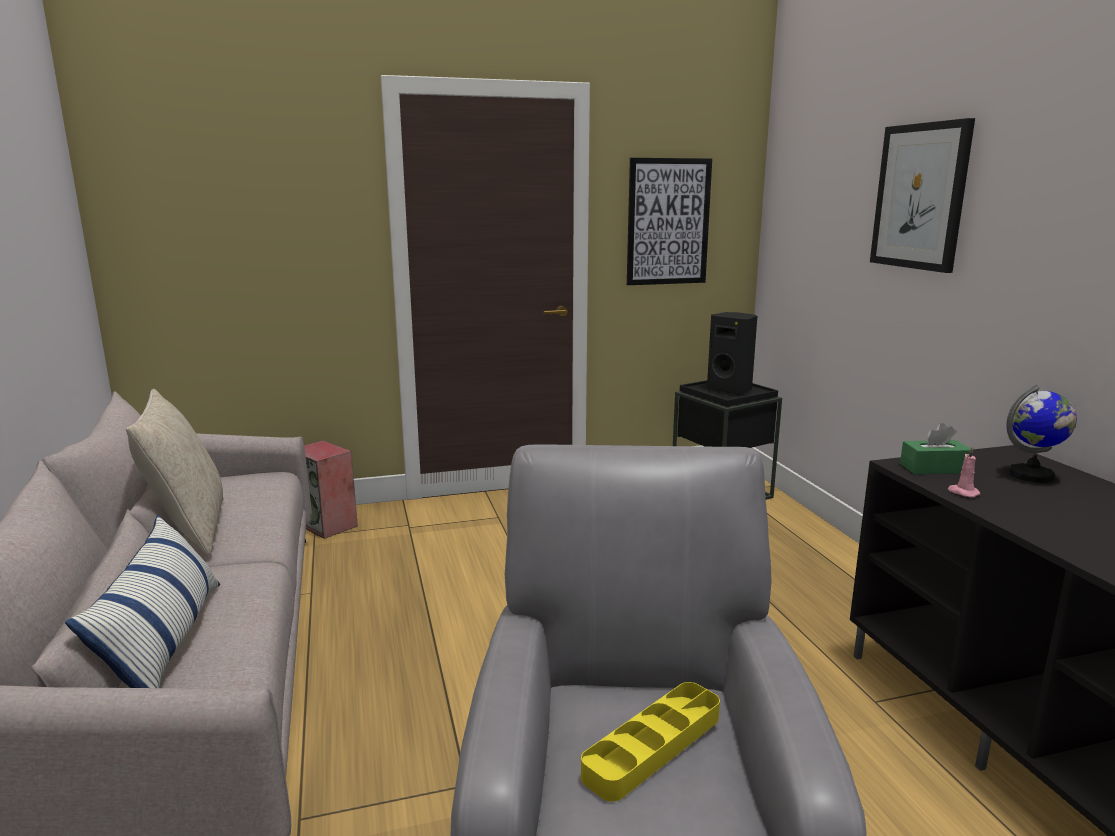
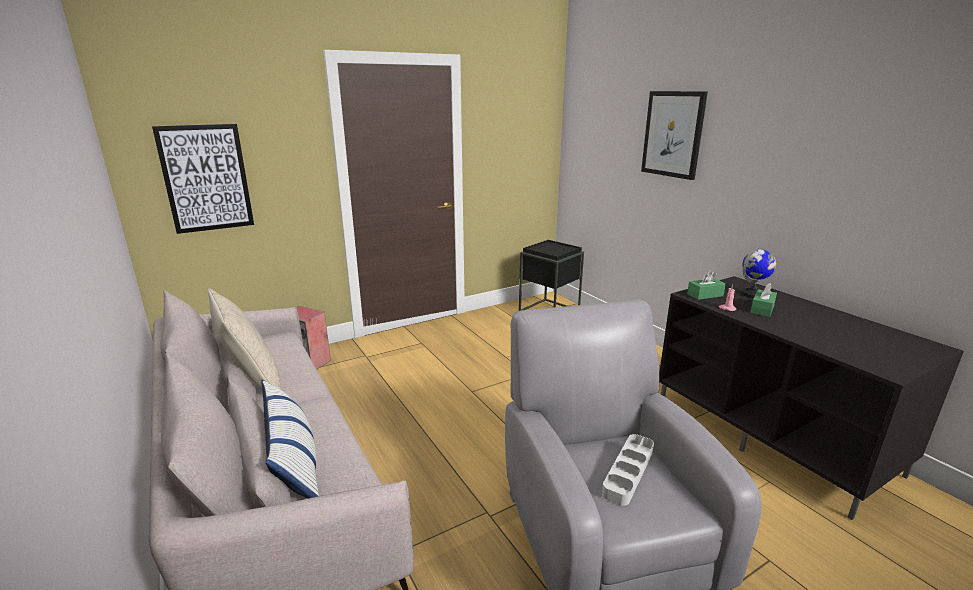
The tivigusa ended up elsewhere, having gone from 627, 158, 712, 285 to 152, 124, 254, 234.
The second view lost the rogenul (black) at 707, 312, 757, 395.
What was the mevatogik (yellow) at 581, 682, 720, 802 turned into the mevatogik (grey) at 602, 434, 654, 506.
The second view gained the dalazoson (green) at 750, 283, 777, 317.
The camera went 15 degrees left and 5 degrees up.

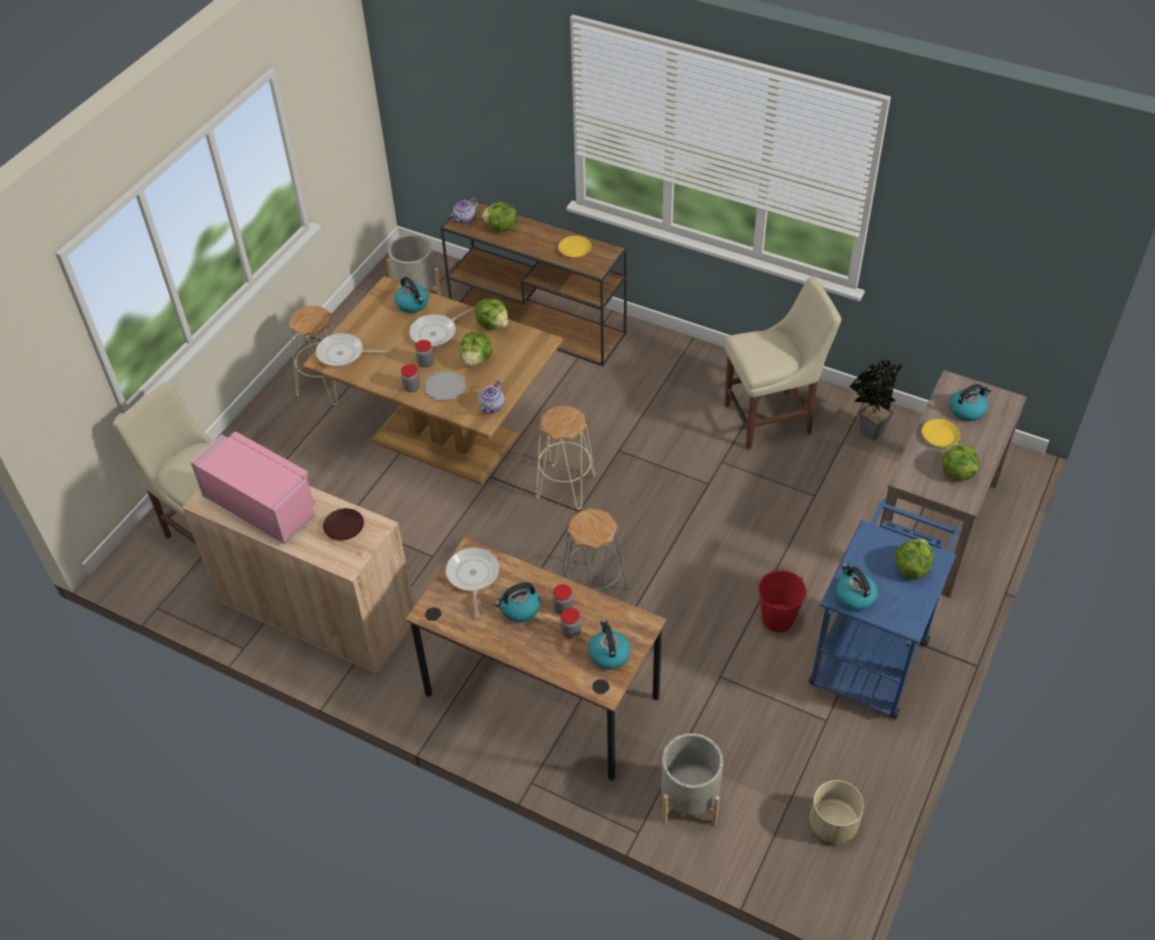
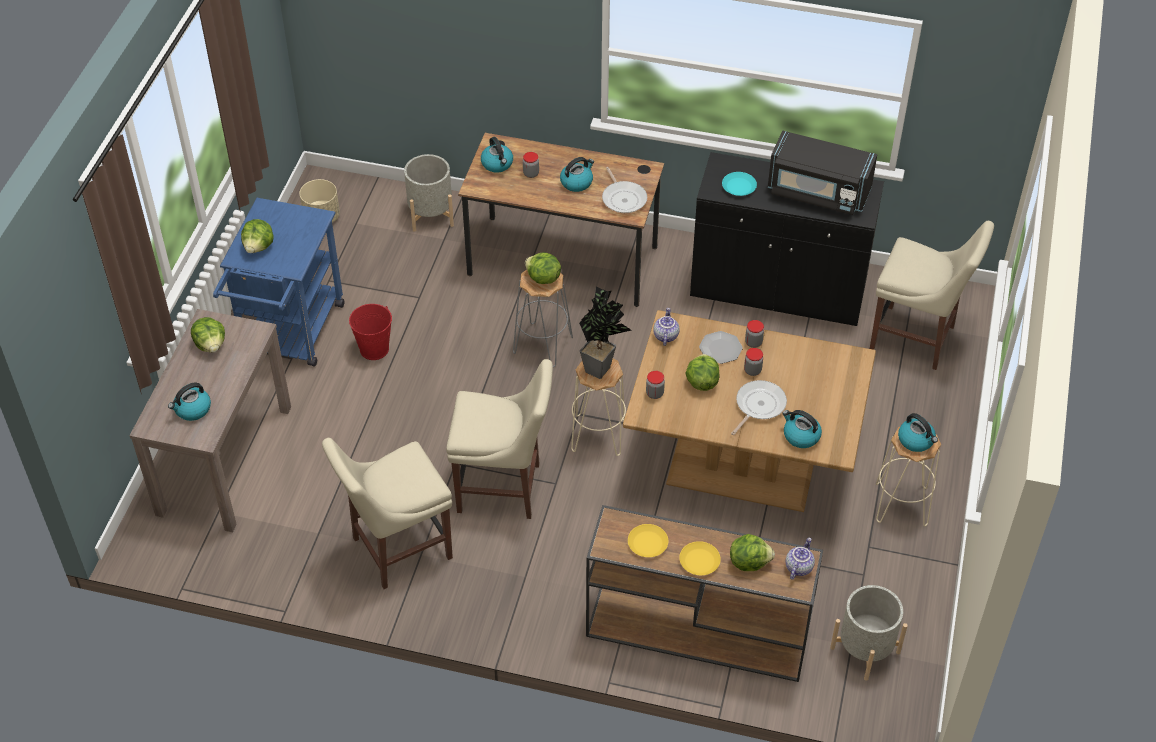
The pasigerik ended up elsewhere, having gone from 475, 298, 508, 330 to 525, 252, 561, 284.
The second view lost the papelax at 316, 333, 389, 367.
The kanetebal ended up elsewhere, having gone from 849, 360, 902, 441 to 579, 287, 632, 379.
The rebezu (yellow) ended up elsewhere, having gone from 921, 419, 960, 447 to 679, 541, 721, 575.
What was the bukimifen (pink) at 190, 431, 316, 544 turned into the bukimifen (black) at 768, 131, 877, 215.
What was the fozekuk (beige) at 182, 486, 415, 675 turned into the fozekuk (black) at 690, 152, 884, 326.
What was the rebezu (brown) at 323, 508, 364, 540 turned into the rebezu (turquoise) at 722, 172, 757, 196.
The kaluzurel ended up elsewhere, having gone from 836, 563, 878, 611 to 898, 413, 938, 452.
The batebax ended up elsewhere, having gone from 553, 584, 573, 615 to 646, 371, 665, 399.
The second view gained the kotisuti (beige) at 446, 359, 553, 519.
The camera went 165 degrees right and 0 degrees up.

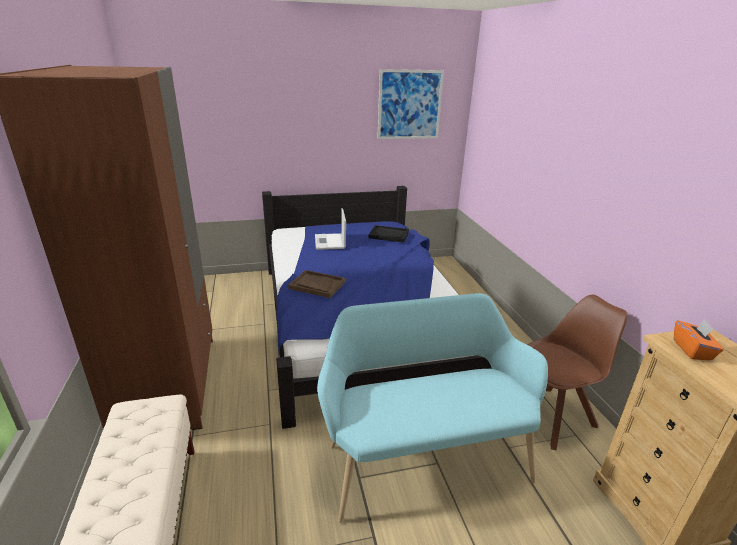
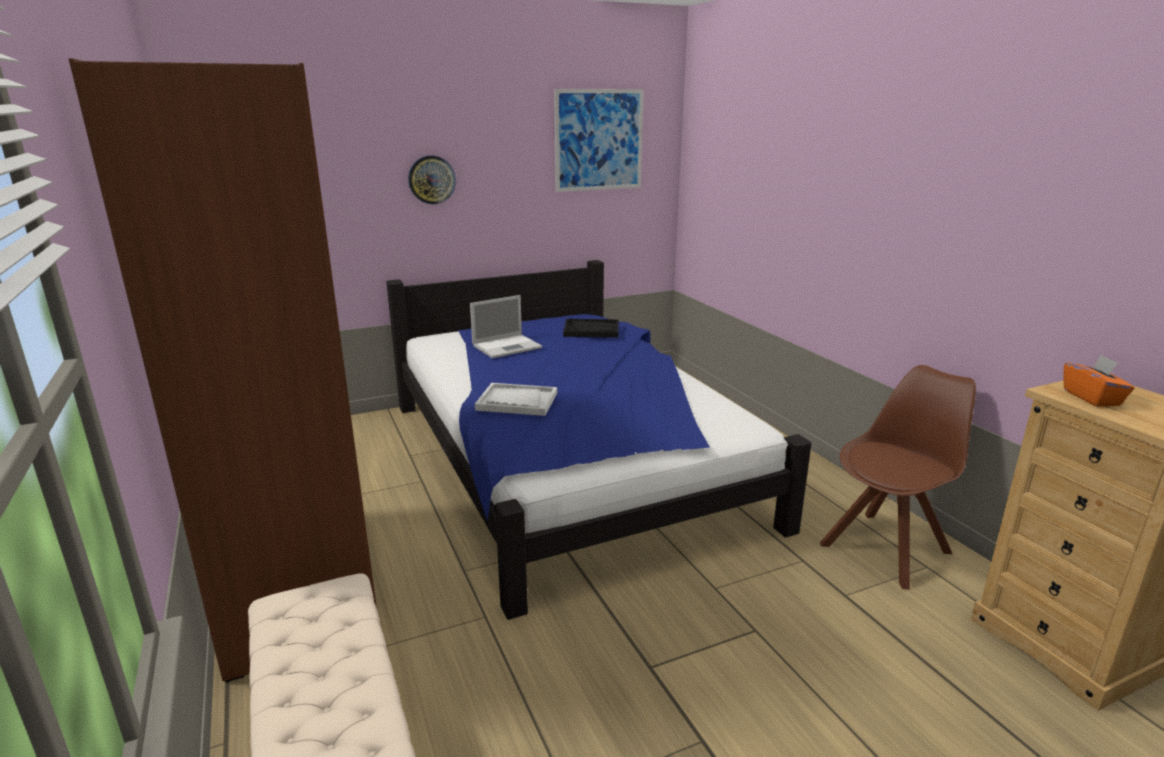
The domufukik at 315, 208, 346, 250 ended up facing another way, 105 degrees counterclockwise from before.
What was the mevatogik (brown) at 288, 270, 345, 298 turned into the mevatogik (white) at 475, 383, 557, 416.
The second view lost the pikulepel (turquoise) at 317, 293, 548, 523.
The second view gained the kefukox at 408, 155, 456, 204.
The camera went 10 degrees left and 5 degrees down.

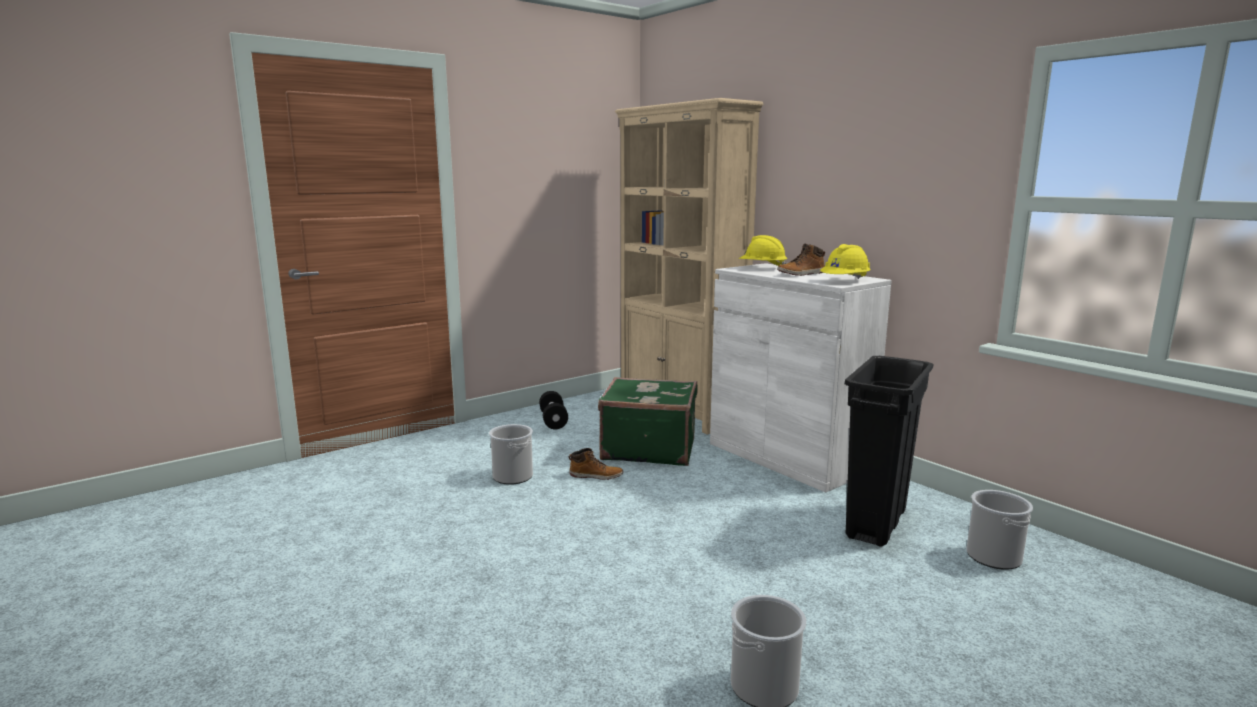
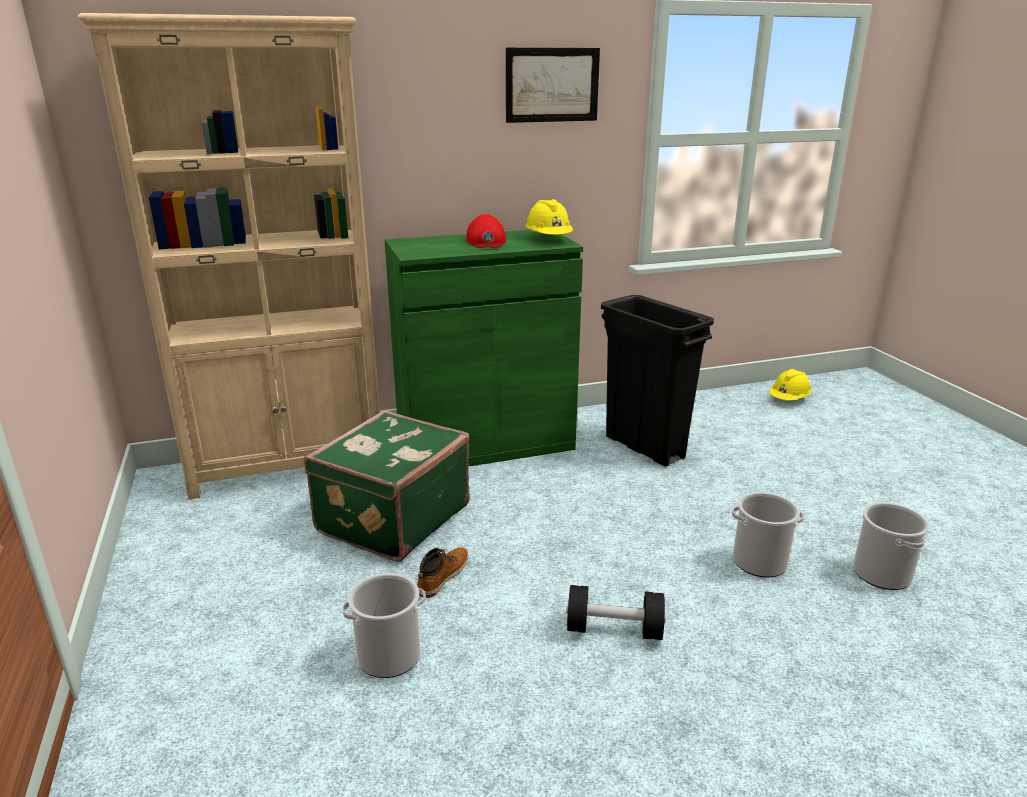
The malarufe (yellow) ended up elsewhere, having gone from 739, 235, 788, 266 to 769, 369, 811, 400.
Where the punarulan stood at 777, 244, 825, 276, the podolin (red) came to stand at 466, 214, 506, 248.
What was the fozekuk (white) at 710, 263, 892, 493 turned into the fozekuk (green) at 385, 230, 583, 466.
The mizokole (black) ended up elsewhere, having gone from 539, 391, 568, 429 to 566, 585, 666, 640.
The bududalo ended up elsewhere, having gone from 967, 490, 1033, 570 to 732, 492, 804, 577.
The second view gained the tivigusa at 506, 48, 600, 123.
The camera went 70 degrees left and 10 degrees up.

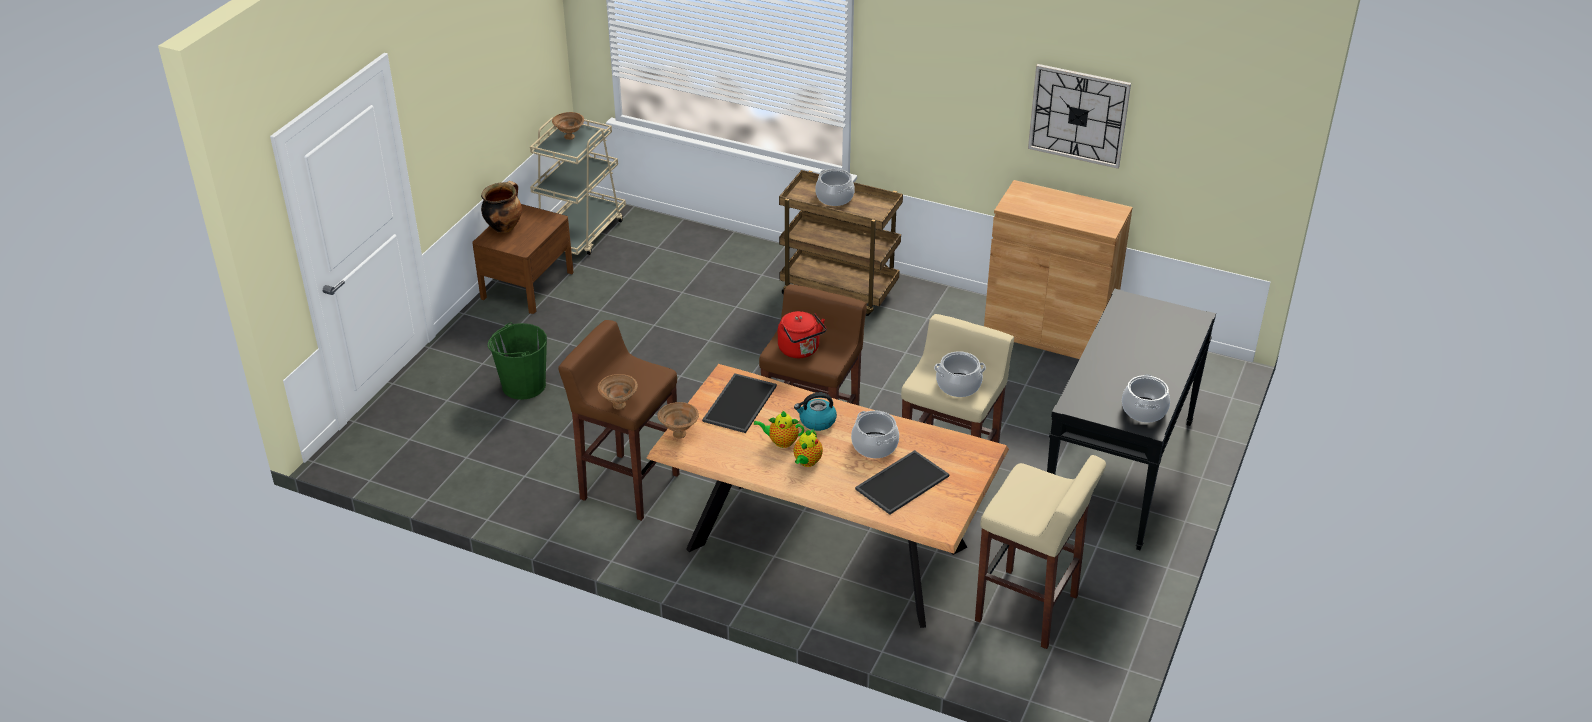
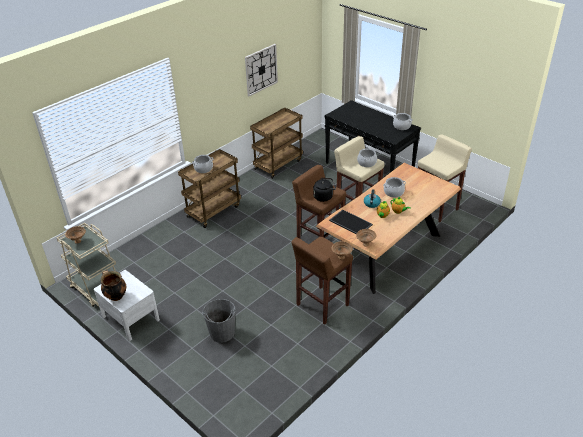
Where the fozekuk (brown) stood at 984, 180, 1133, 359, the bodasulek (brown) came to stand at 250, 108, 303, 179.
What was the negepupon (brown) at 472, 204, 574, 314 turned into the negepupon (white) at 94, 270, 160, 341.
What was the kaluzurel (red) at 778, 311, 826, 358 turned into the kaluzurel (black) at 313, 178, 336, 202.
What was the bududalo (green) at 488, 323, 547, 400 turned into the bududalo (grey) at 203, 299, 235, 343.
The second view lost the mevatogik at 855, 450, 949, 515.
The camera went 70 degrees left and 0 degrees up.

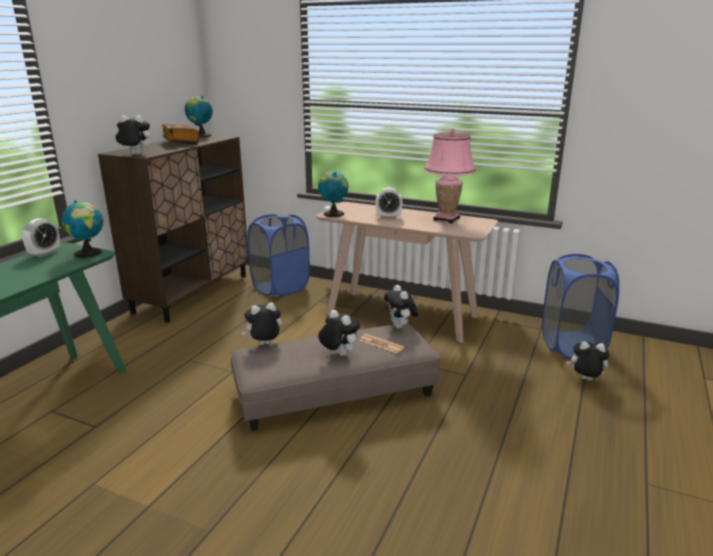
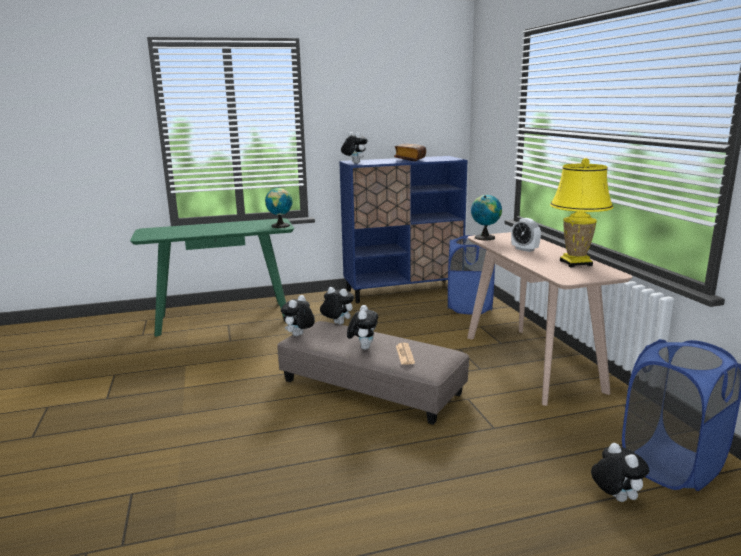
The second view lost the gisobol at 185, 96, 213, 137.
What was the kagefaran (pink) at 424, 128, 476, 223 turned into the kagefaran (yellow) at 550, 158, 614, 267.
What was the fozekuk (brown) at 98, 135, 249, 323 turned into the fozekuk (blue) at 339, 156, 468, 303.
The second view lost the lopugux at 22, 218, 60, 257.
The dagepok ended up elsewhere, having gone from 384, 285, 419, 329 to 281, 295, 315, 337.
The camera went 50 degrees right and 5 degrees down.

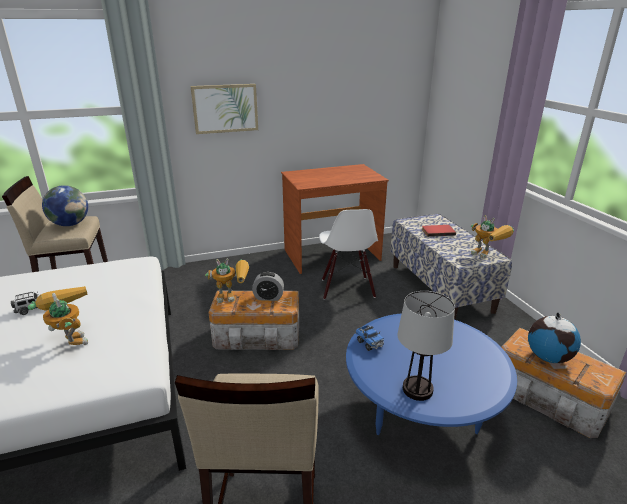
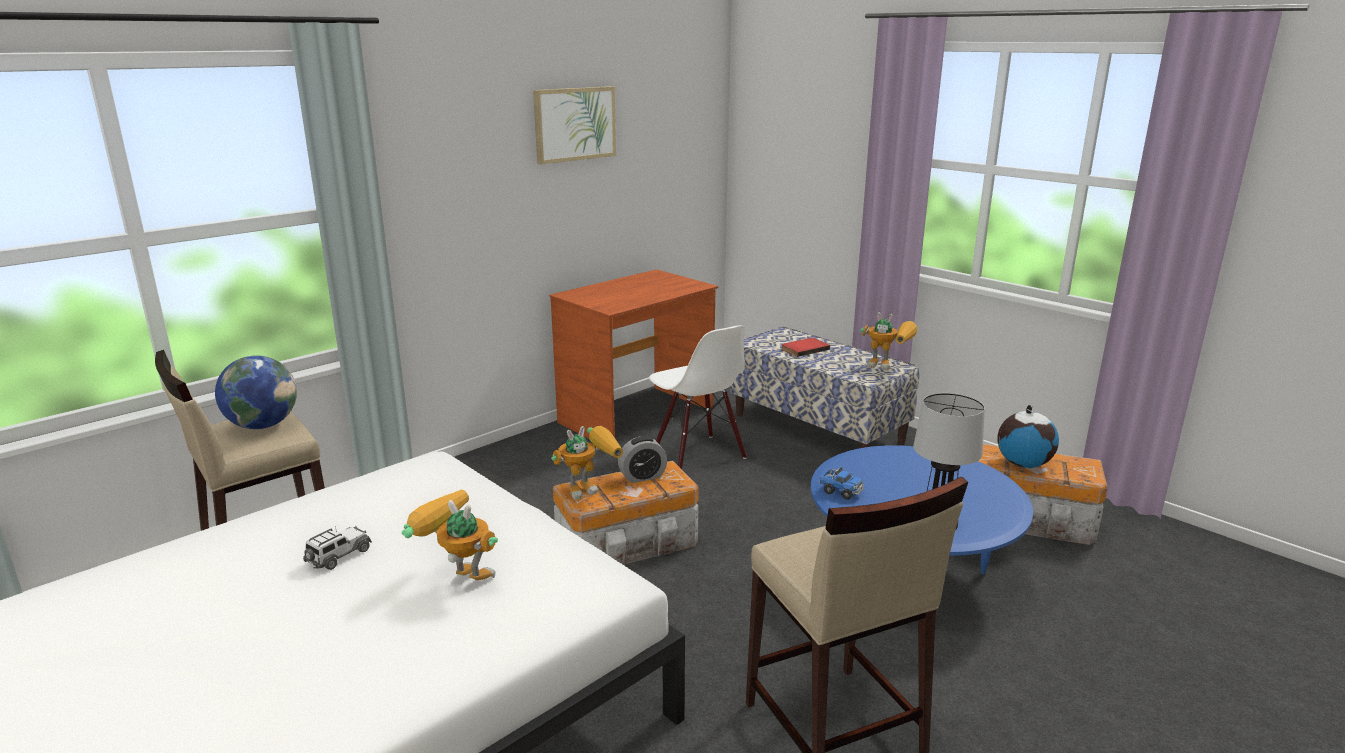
The tivigusa ended up elsewhere, having gone from 191, 84, 258, 134 to 533, 86, 616, 165.
The camera went 25 degrees left and 5 degrees down.

